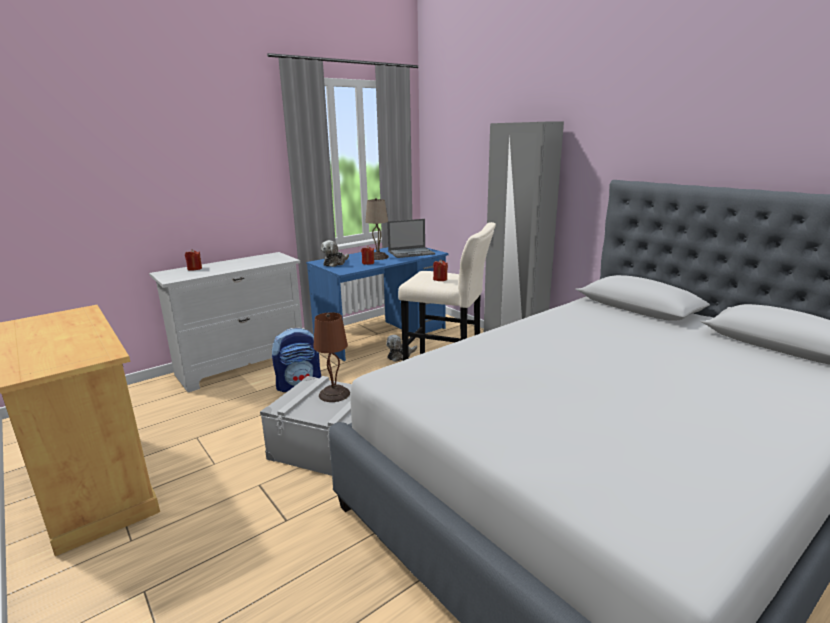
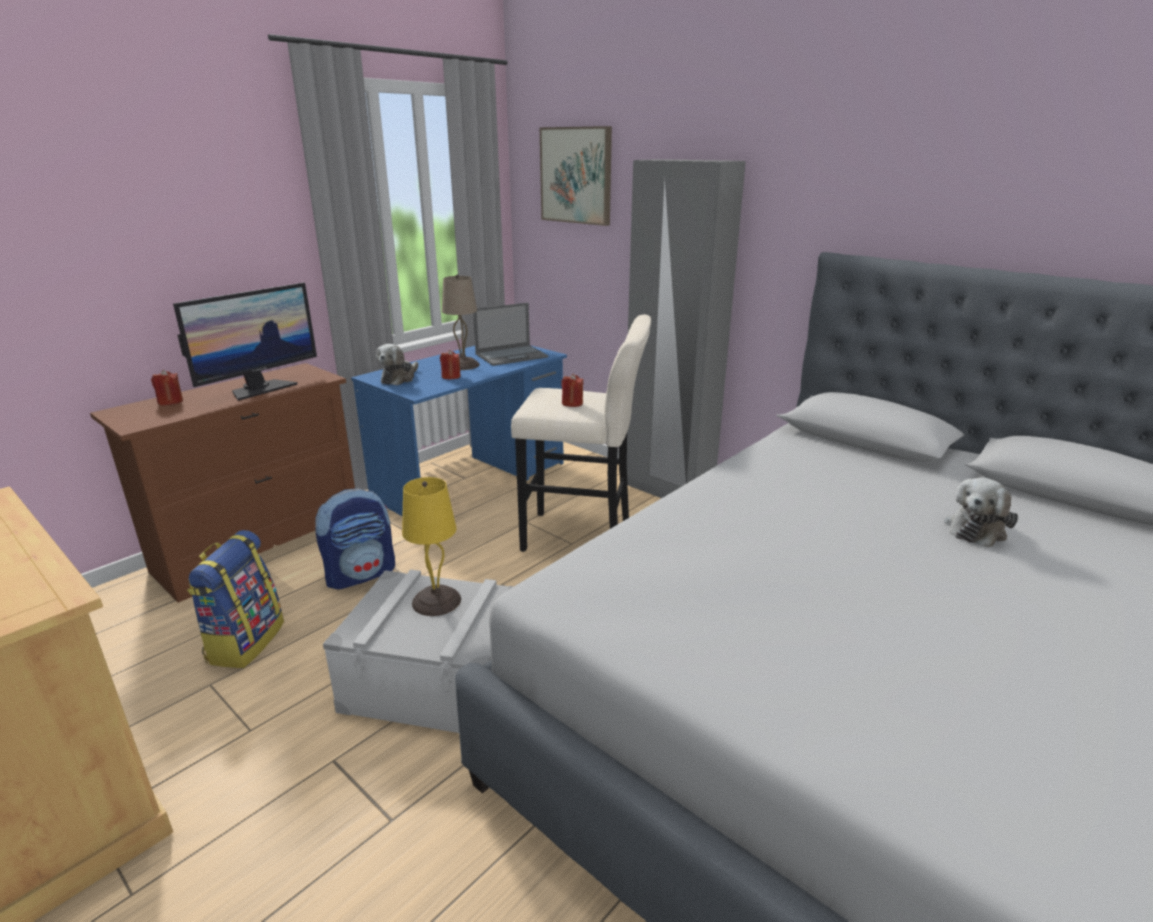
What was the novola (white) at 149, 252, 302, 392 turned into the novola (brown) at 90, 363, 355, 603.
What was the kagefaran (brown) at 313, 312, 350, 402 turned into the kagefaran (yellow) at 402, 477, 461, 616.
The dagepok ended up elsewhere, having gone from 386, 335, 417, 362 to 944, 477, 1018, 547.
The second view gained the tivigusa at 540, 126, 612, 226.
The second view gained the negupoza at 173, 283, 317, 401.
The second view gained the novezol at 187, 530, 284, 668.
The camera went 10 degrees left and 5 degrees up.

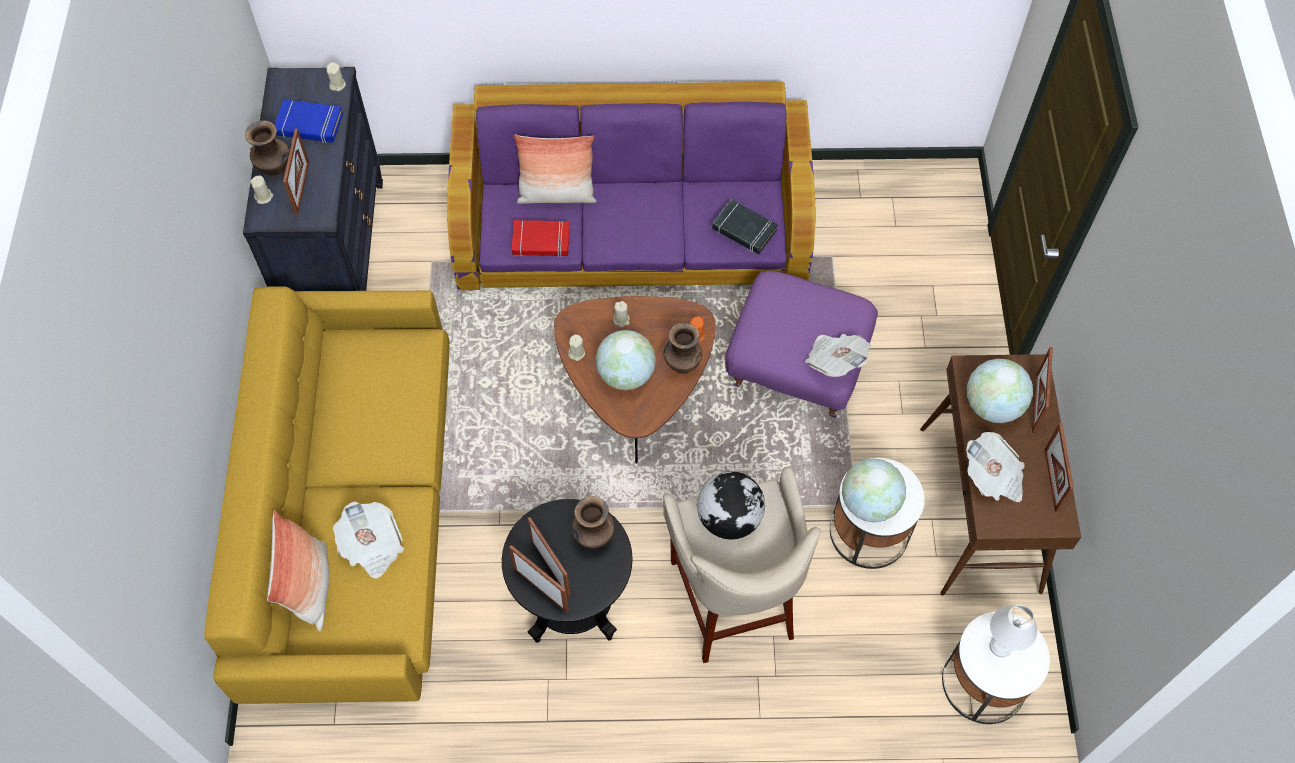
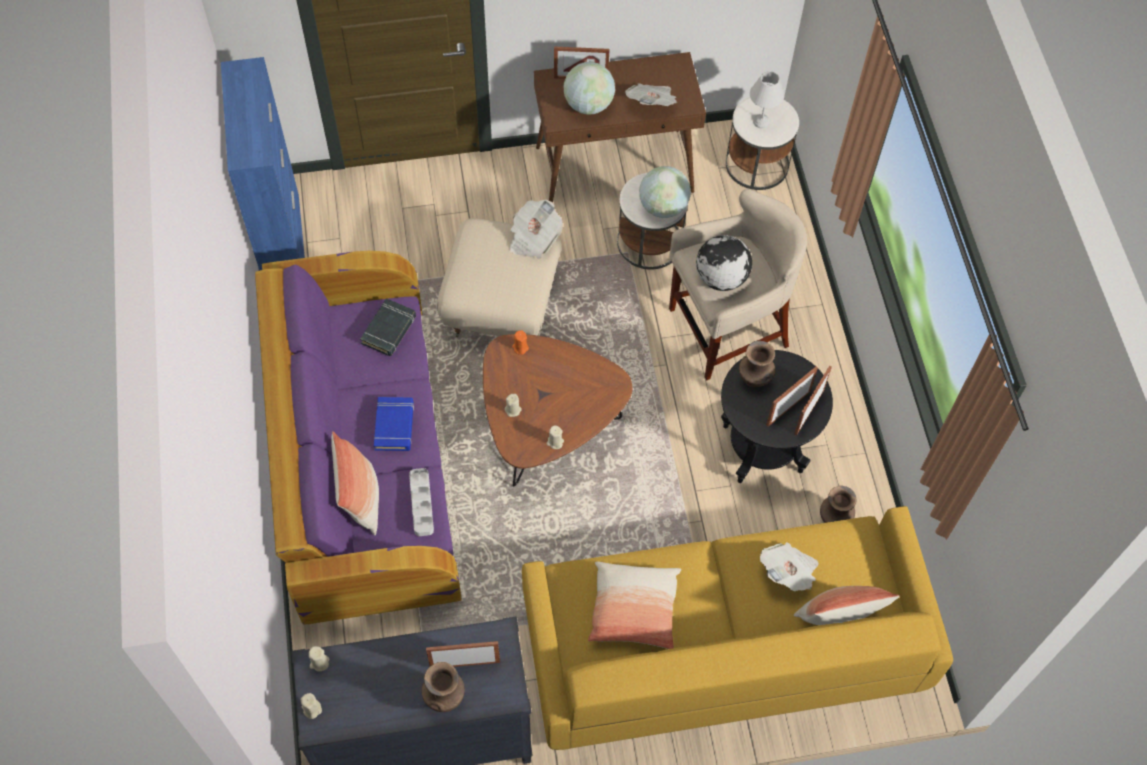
The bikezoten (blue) ended up elsewhere, having gone from 274, 99, 343, 143 to 374, 397, 414, 451.
The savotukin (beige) ended up elsewhere, having gone from 250, 175, 273, 204 to 300, 693, 322, 719.
Where the bikezoten (red) stood at 512, 220, 570, 257, the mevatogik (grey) came to stand at 409, 468, 434, 536.
What was the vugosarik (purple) at 725, 271, 878, 418 turned into the vugosarik (beige) at 437, 218, 562, 337.
The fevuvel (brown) ended up elsewhere, having gone from 664, 323, 702, 374 to 820, 486, 857, 523.
The second view lost the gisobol at 596, 330, 656, 390.
The second view lost the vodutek at 1045, 423, 1074, 512.
The second view gained the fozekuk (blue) at 221, 57, 305, 271.
The second view gained the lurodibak at 588, 562, 681, 649.
The camera went 100 degrees left and 0 degrees up.

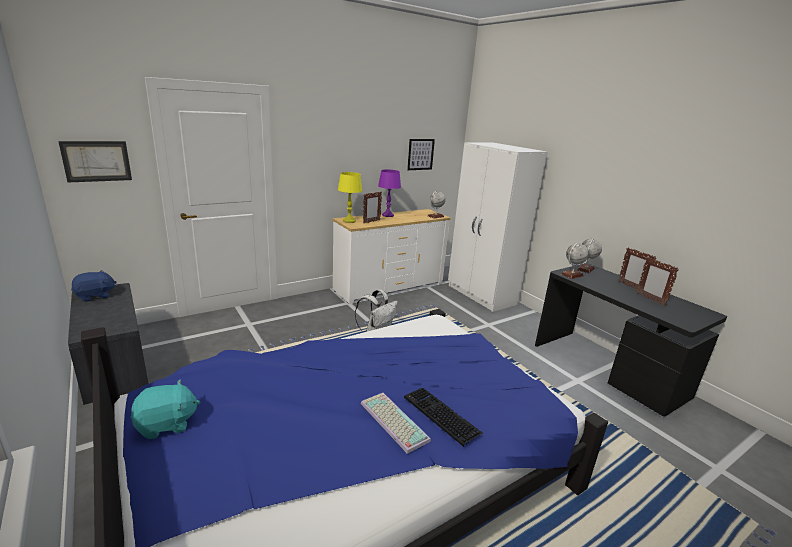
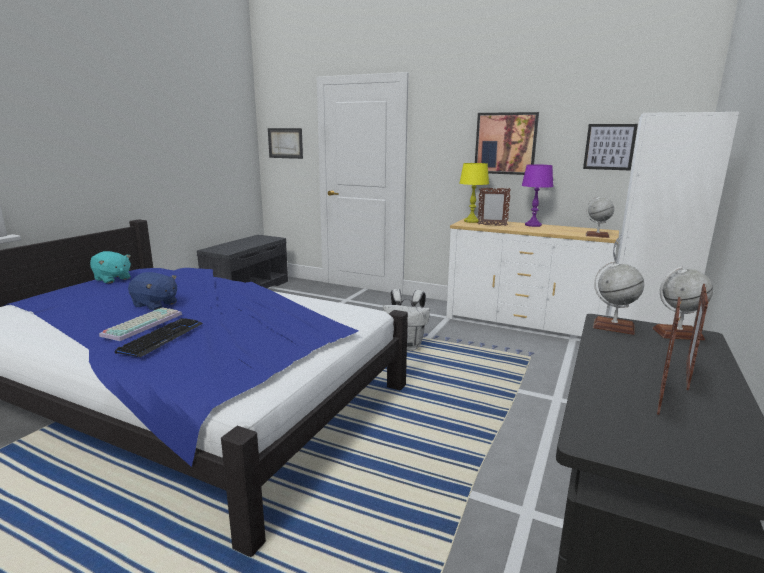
The dagepok (blue) ended up elsewhere, having gone from 71, 270, 117, 302 to 128, 272, 177, 310.
The second view gained the tivigusa at 475, 112, 539, 175.
The camera went 60 degrees right and 5 degrees down.

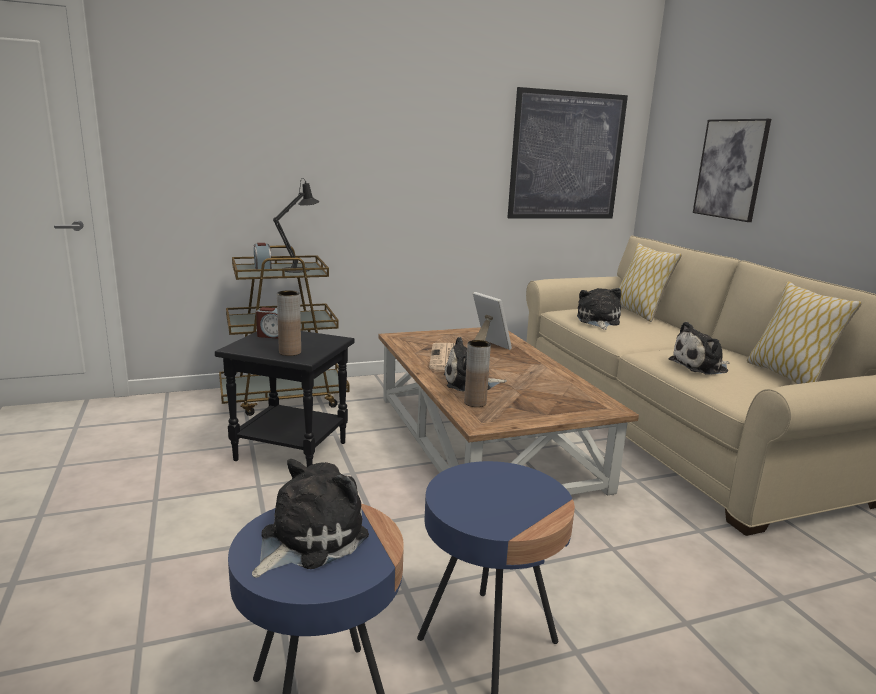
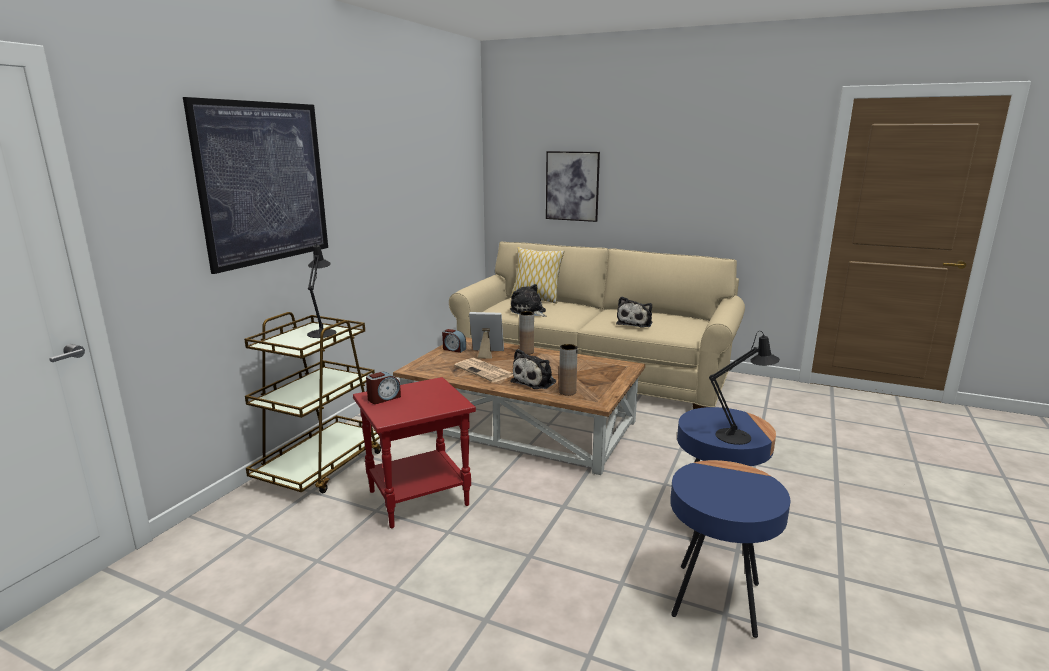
The tivigusa ended up elsewhere, having gone from 507, 87, 628, 219 to 183, 97, 328, 274.
The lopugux ended up elsewhere, having gone from 254, 243, 272, 269 to 442, 329, 466, 353.
The second view lost the lurodibak at 747, 281, 862, 384.
The fevuvel (brown) ended up elsewhere, having gone from 277, 290, 301, 356 to 519, 311, 534, 355.
What was the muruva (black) at 215, 331, 354, 467 turned into the muruva (red) at 353, 377, 476, 528.
The second view lost the dagepok at 252, 459, 369, 578.
The second view gained the kagefaran (black) at 709, 331, 780, 445.
The camera went 45 degrees left and 0 degrees up.

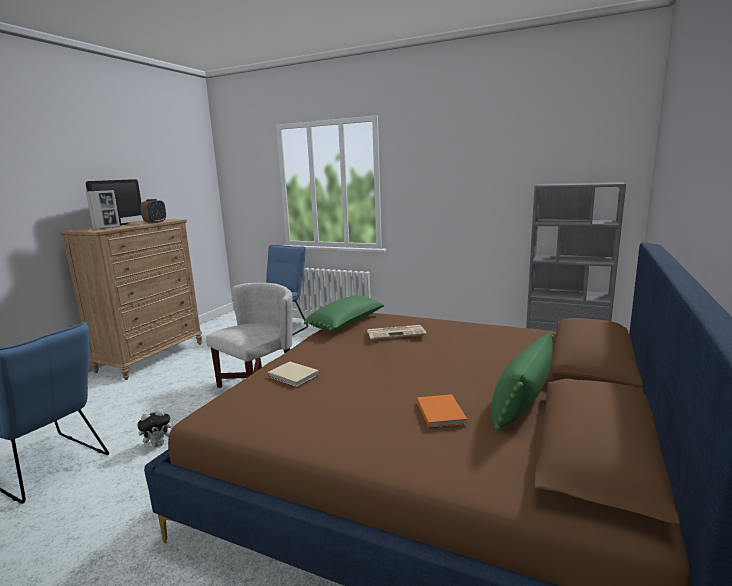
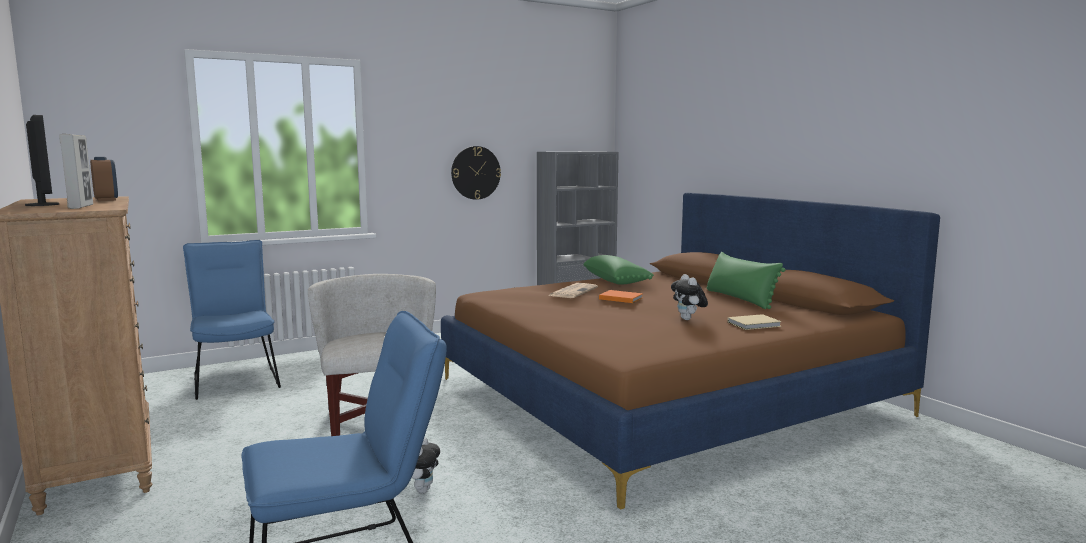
The lurodibak (green) ended up elsewhere, having gone from 304, 295, 384, 331 to 583, 255, 654, 285.
The bikezoten (beige) ended up elsewhere, having gone from 267, 362, 319, 387 to 727, 314, 782, 330.
The bikezoten (orange) ended up elsewhere, having gone from 417, 394, 467, 428 to 599, 290, 643, 303.
The second view gained the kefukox at 451, 146, 501, 200.
The second view gained the dagepok at 671, 274, 708, 320.
The camera went 55 degrees left and 5 degrees down.

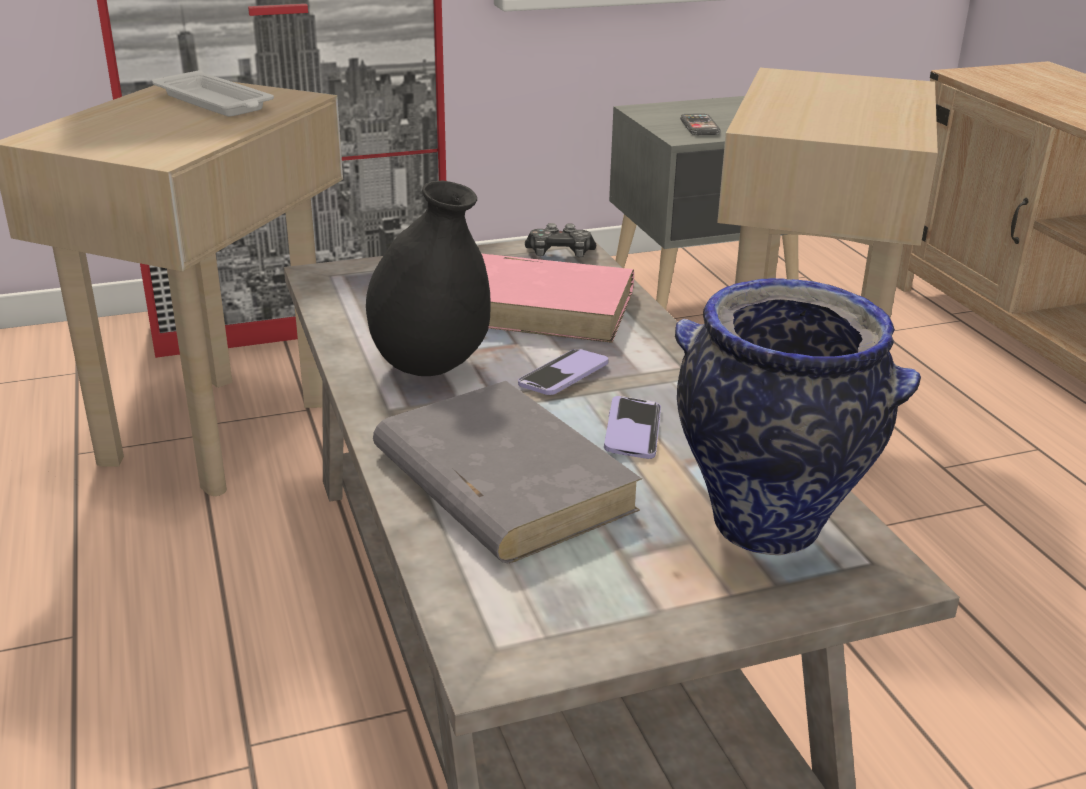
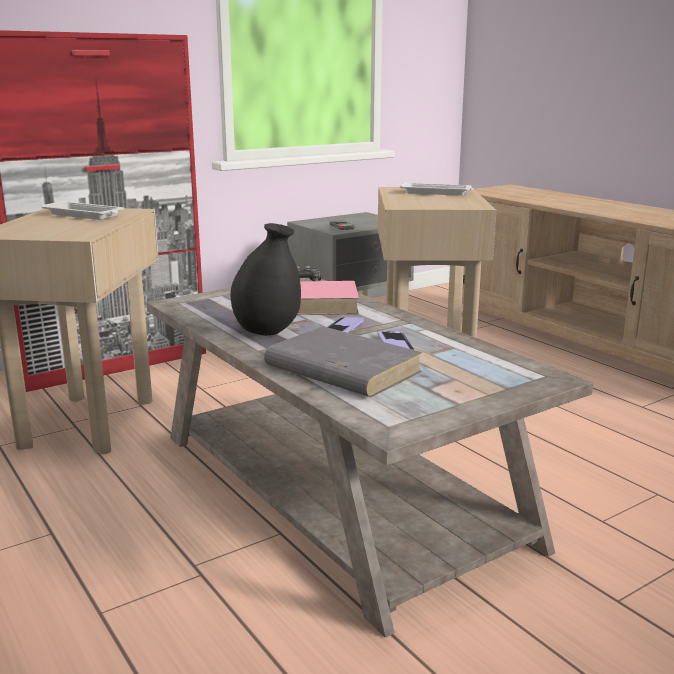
The second view lost the fevuvel at 675, 278, 921, 555.
The second view gained the mevatogik (white) at 400, 182, 474, 196.
The camera went 15 degrees left and 10 degrees down.

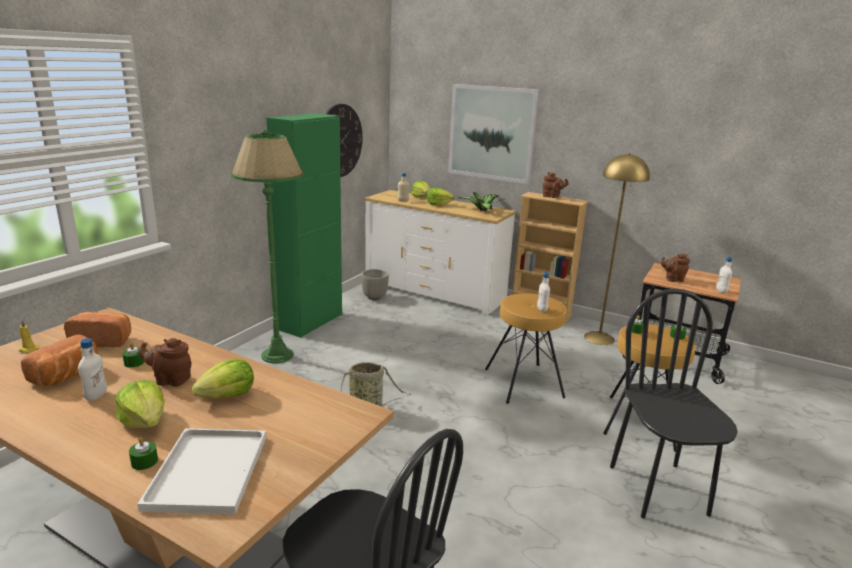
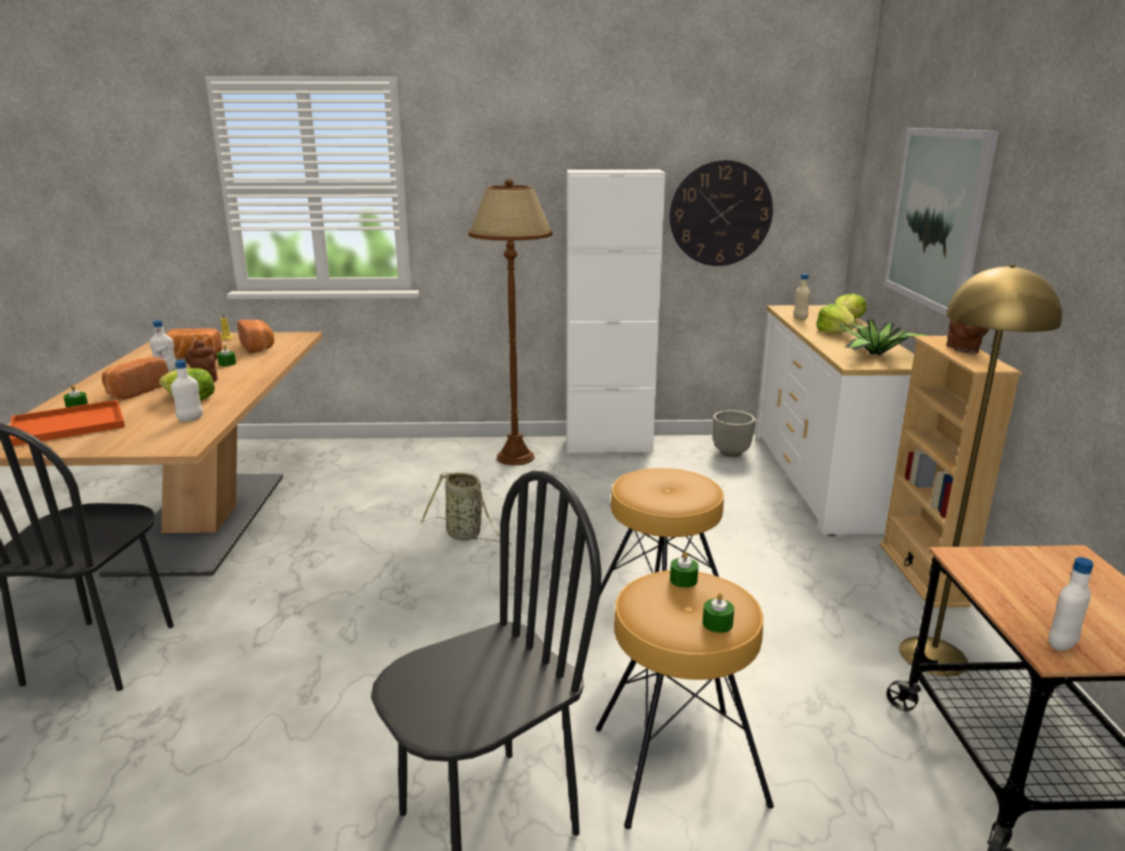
What was the fozekuk (green) at 266, 113, 342, 338 turned into the fozekuk (white) at 566, 170, 666, 454.
What was the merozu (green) at 231, 130, 304, 363 turned into the merozu (brown) at 468, 179, 553, 465.
The second view lost the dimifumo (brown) at 661, 254, 690, 282.
The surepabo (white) ended up elsewhere, having gone from 537, 272, 550, 312 to 171, 360, 203, 422.
Where the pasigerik stood at 115, 380, 165, 428, the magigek came to stand at 102, 357, 168, 400.
What was the mevatogik (white) at 137, 428, 266, 514 turned into the mevatogik (orange) at 10, 400, 125, 446.
The camera went 60 degrees right and 0 degrees up.

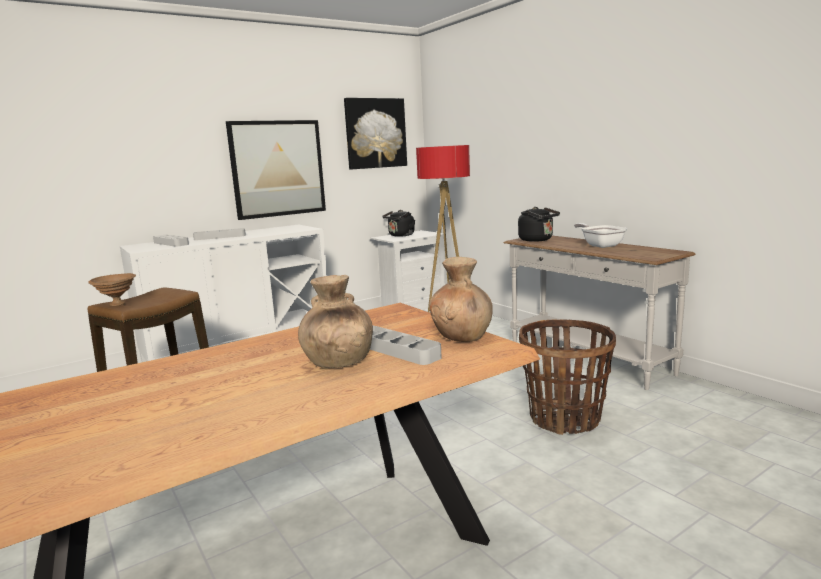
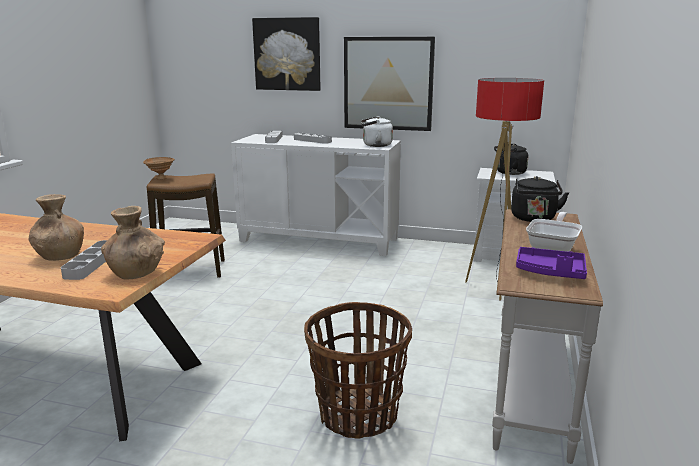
The tivigusa ended up elsewhere, having gone from 344, 98, 407, 169 to 252, 17, 321, 91.
The second view gained the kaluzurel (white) at 361, 116, 393, 147.
The second view gained the mevatogik (purple) at 516, 247, 587, 279.
The camera went 50 degrees right and 5 degrees up.

